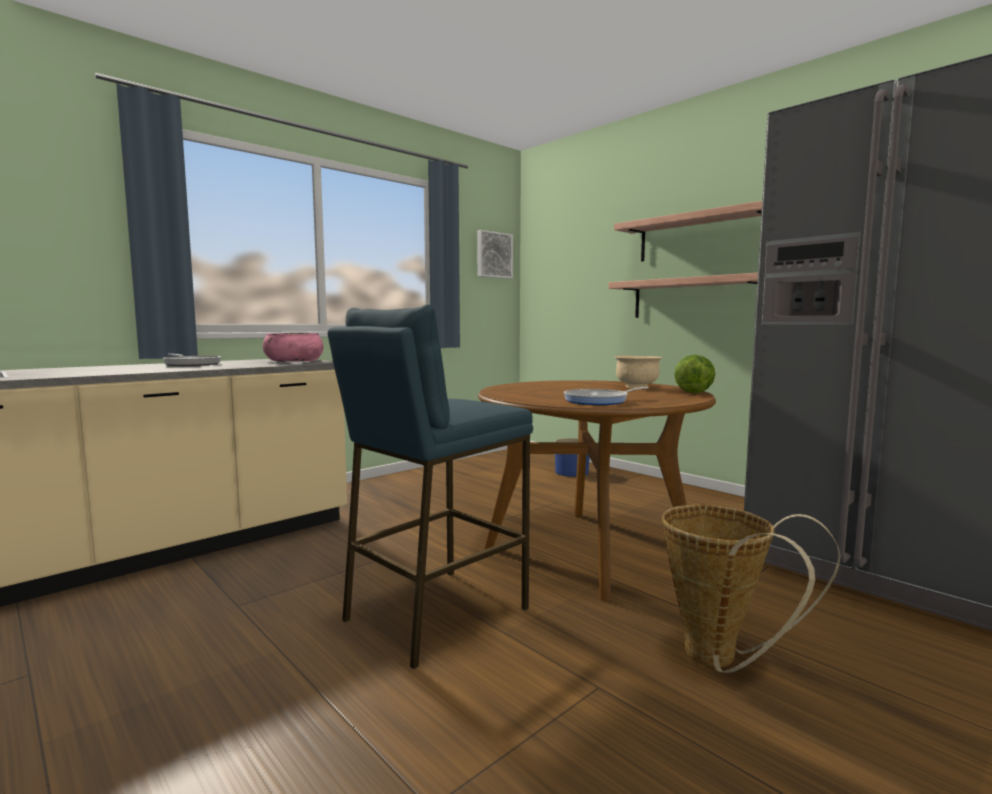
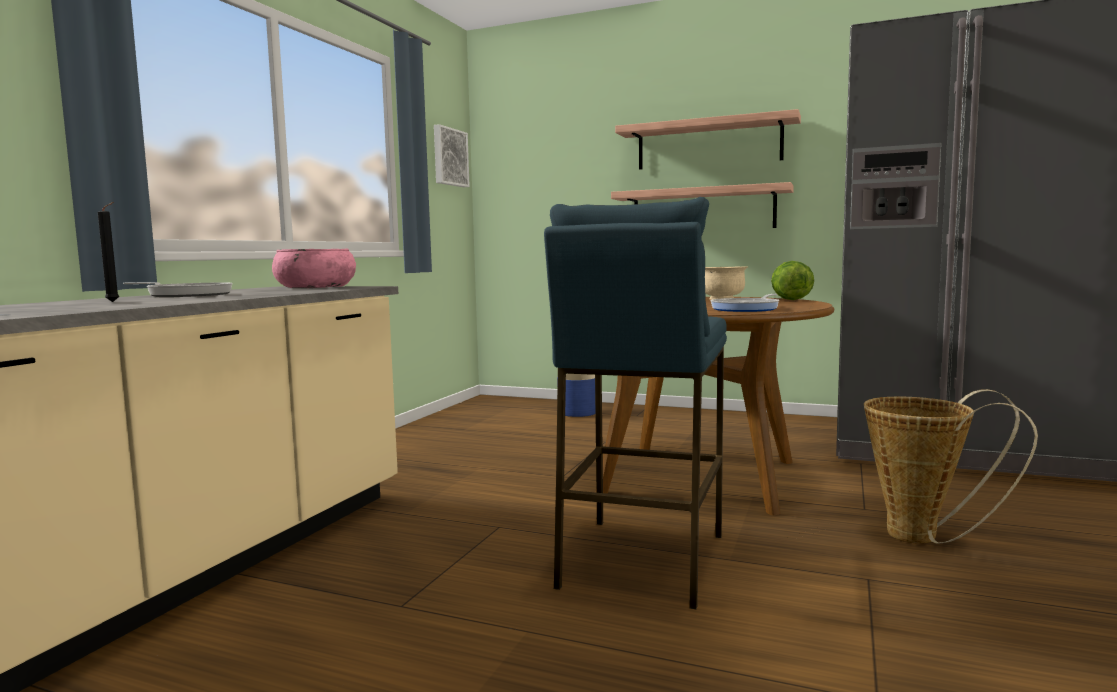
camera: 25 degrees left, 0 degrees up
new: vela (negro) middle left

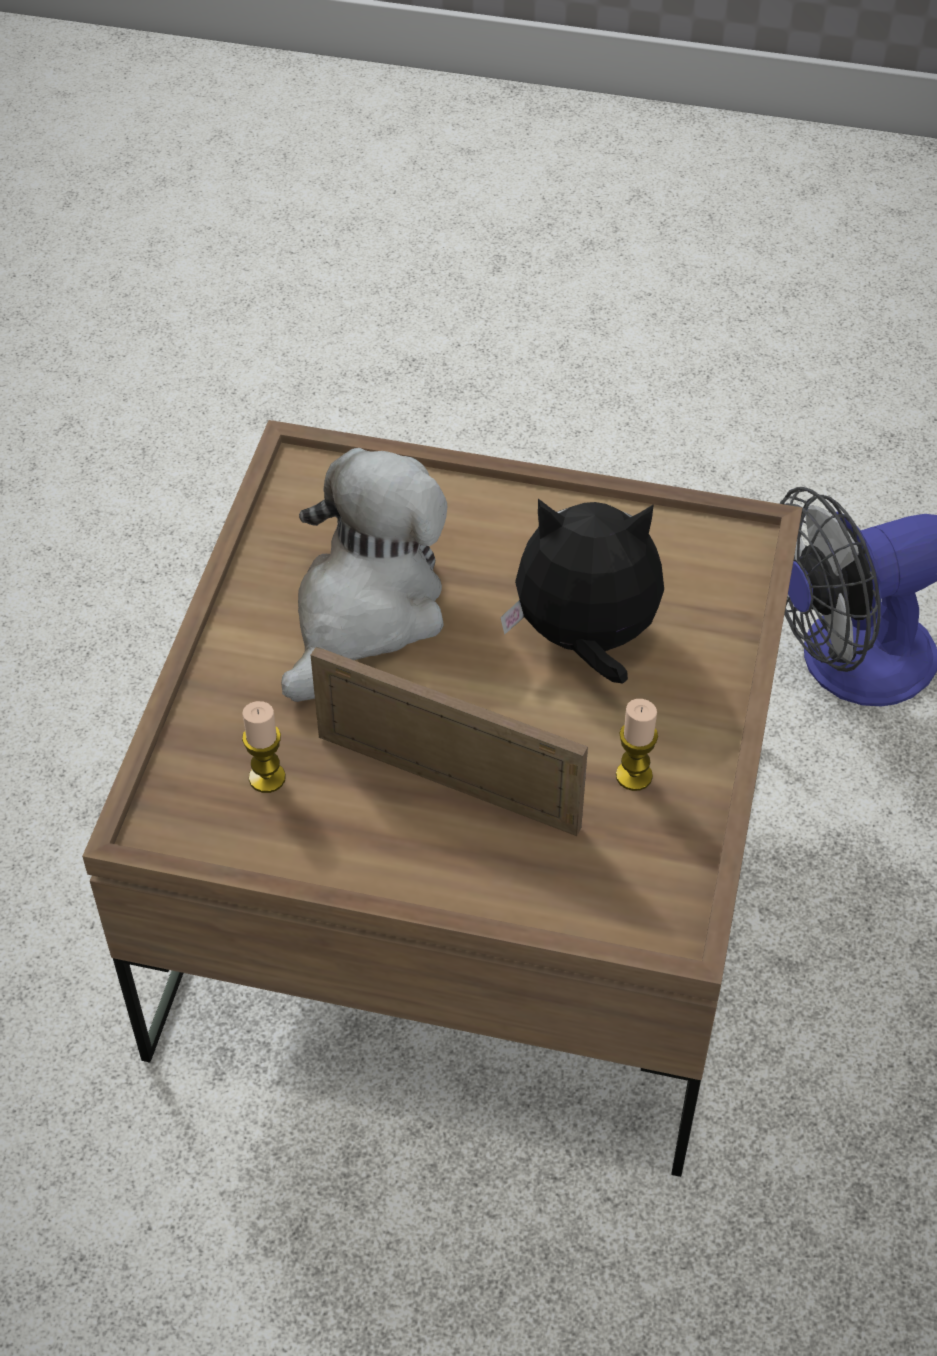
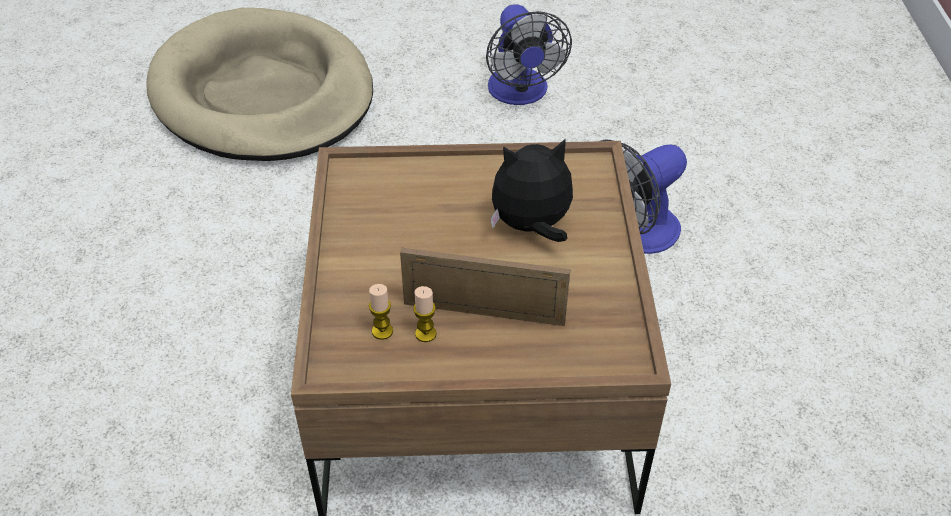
camera: 15 degrees left, 5 degrees down
gone: peluche (no. 1 from left) centre
new: cama para perro (beis) top left; ventilador (no. 1 from left) top centre
shifted: vela (no. 2 from left) middle right to centre

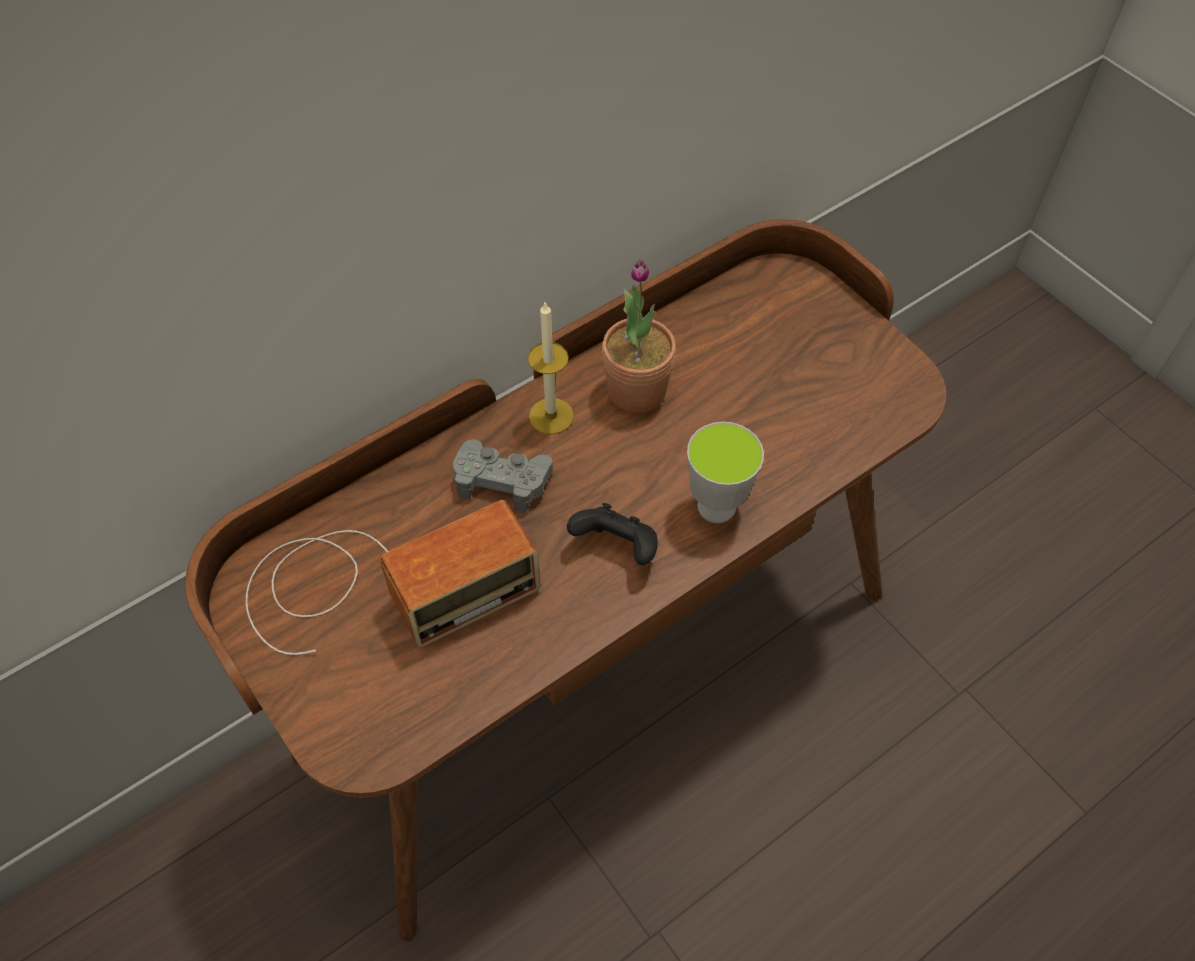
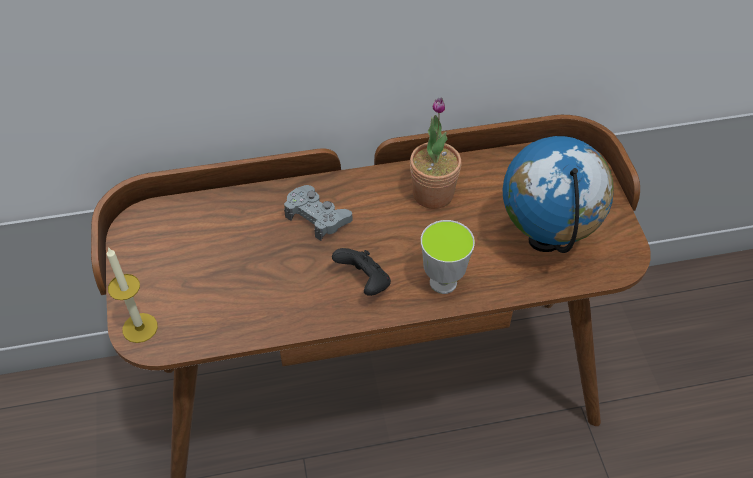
camera: 25 degrees right, 5 degrees down
gone: radio middle left
new: globo terráqueo middle right
shifted: vela centre to middle left

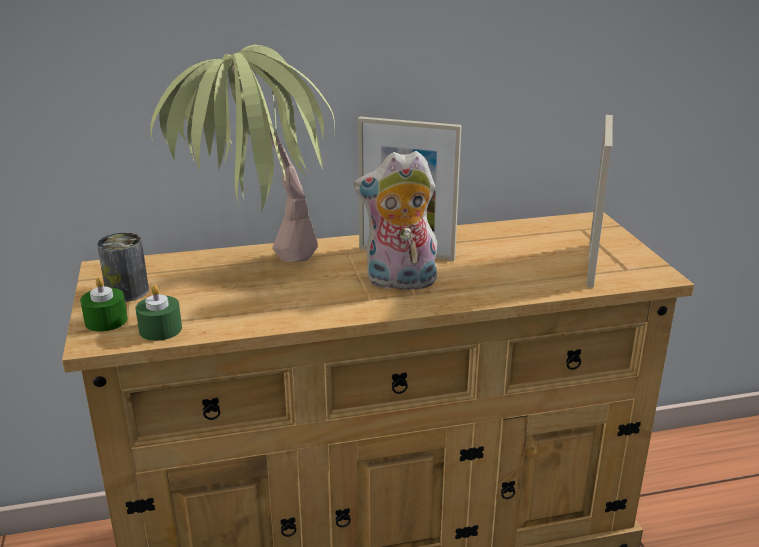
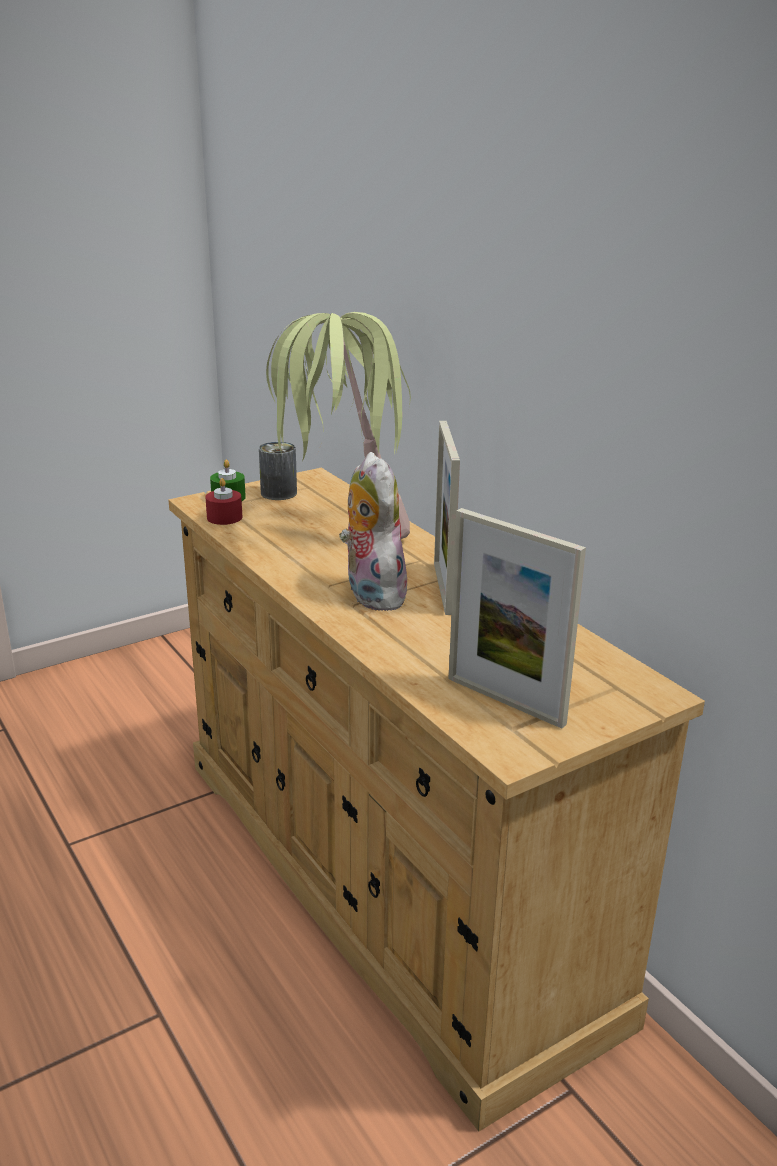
camera: 70 degrees right, 0 degrees up
repainted: vela (verde) (no. 2 from left) middle left to vela (rojo) middle left
rotated: portarretratos (no. 2 from left) middle right = centre 45 degrees clockwise

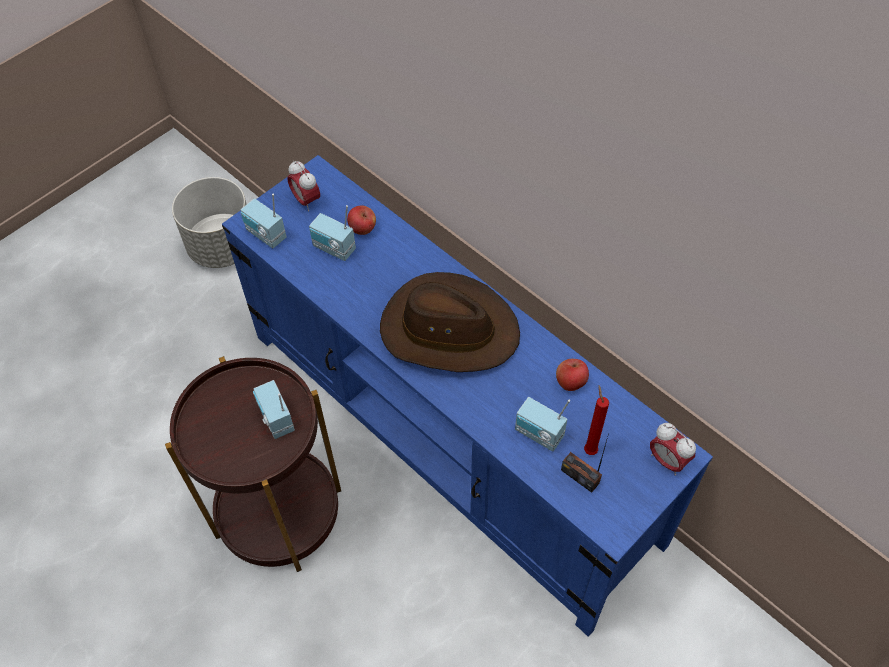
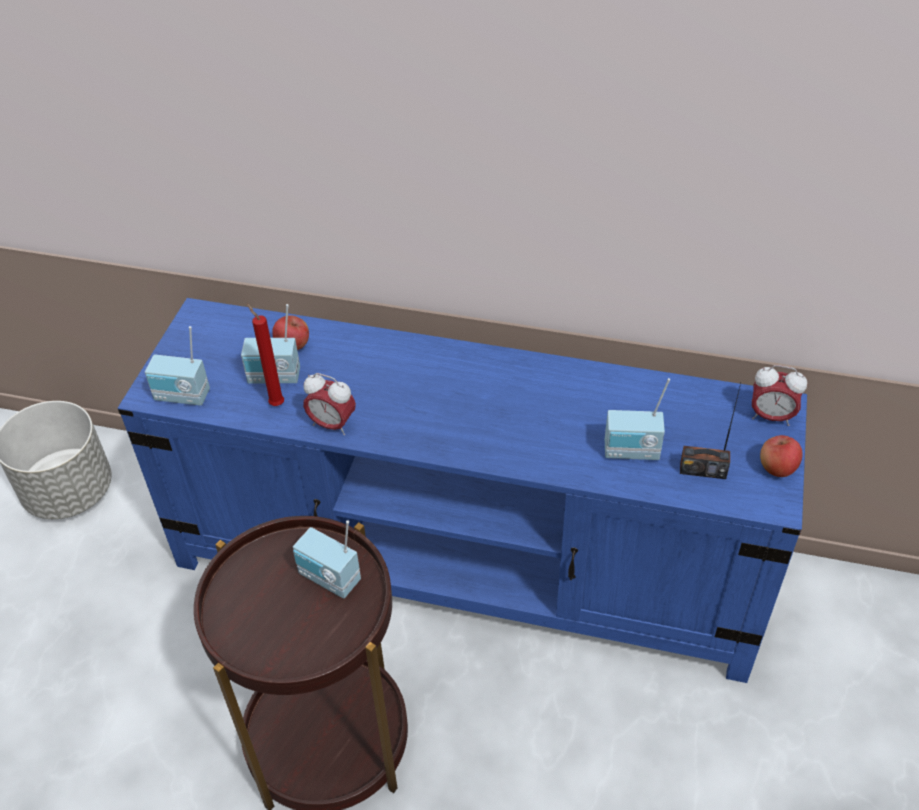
camera: 30 degrees left, 10 degrees down
gone: sombrero (marrón) centre
shifted: despertador (no. 1 from left) top centre to centre; manzana (no. 2 from left) centre to middle right; vela (rojo) middle right to middle left

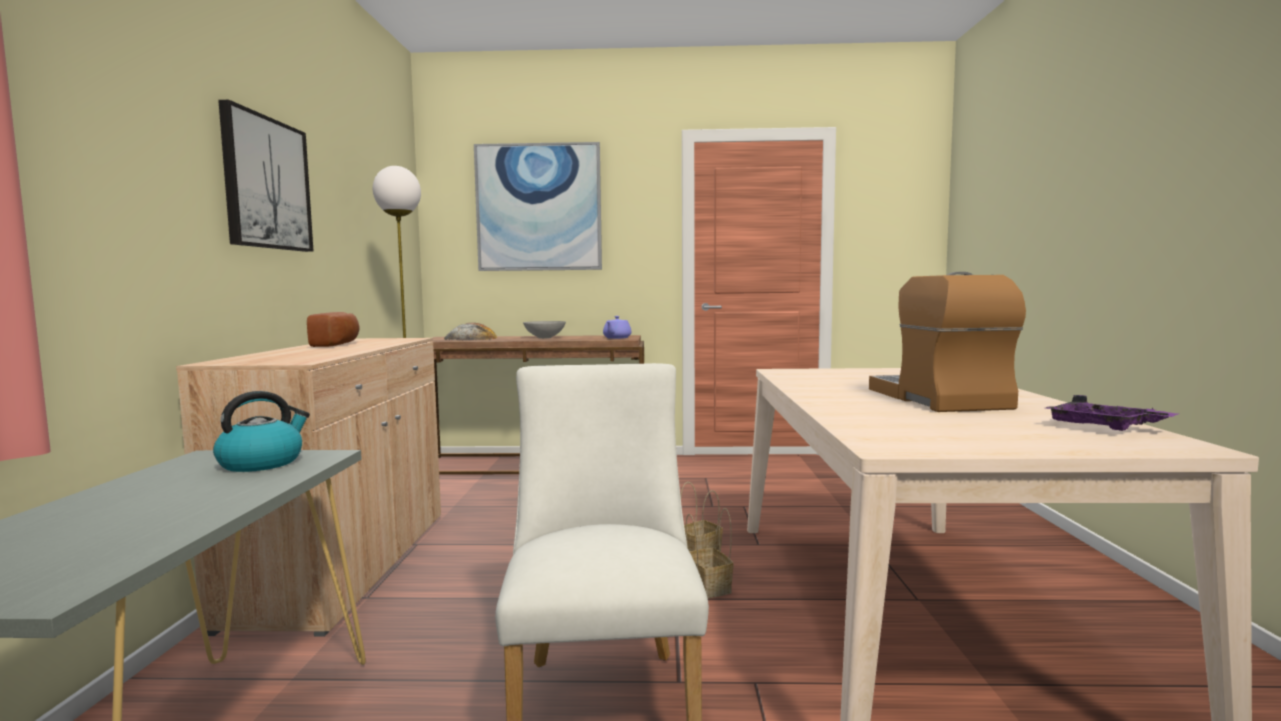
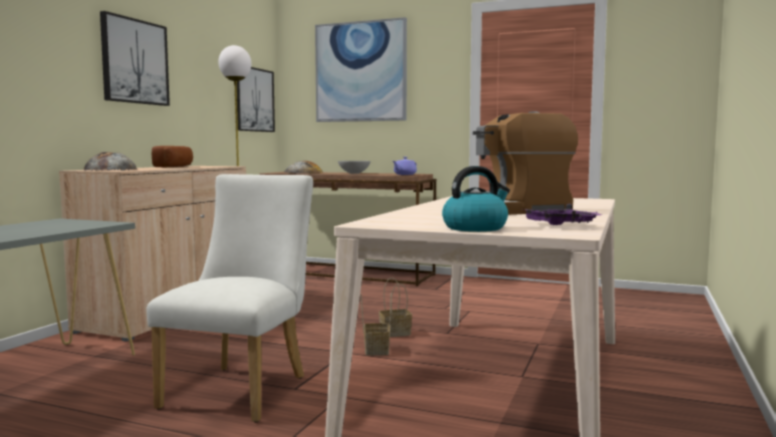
camera: 20 degrees right, 0 degrees up
new: pan (no. 1 from left) middle left; cuadro (no. 2 from left) top left
shifted: hervidor middle left to centre
rotated: cafetera middle right = centre 120 degrees counterclockwise

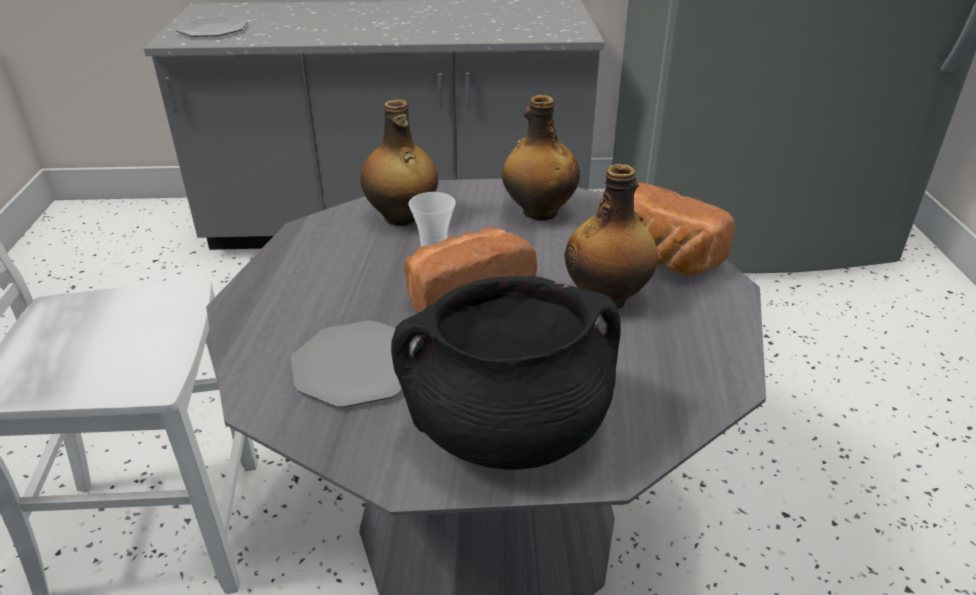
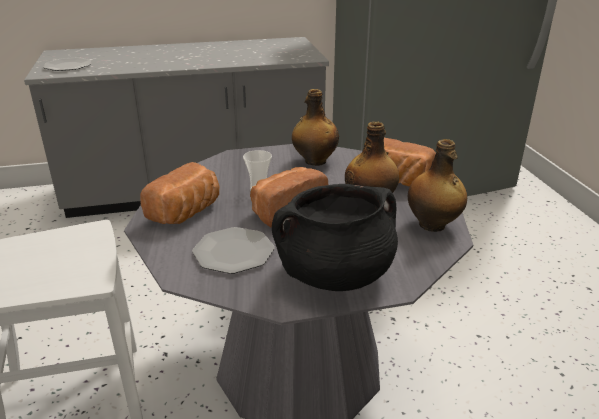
camera: 10 degrees left, 5 degrees down
new: pan (no. 1 from left) middle left
shifted: botella (no. 1 from left in the first image) top centre to botella (no. 3 from left) middle right

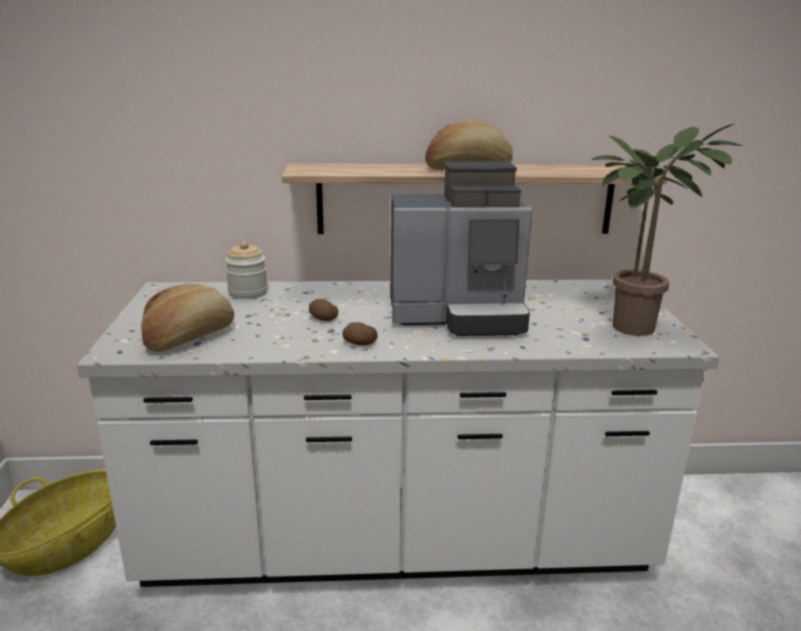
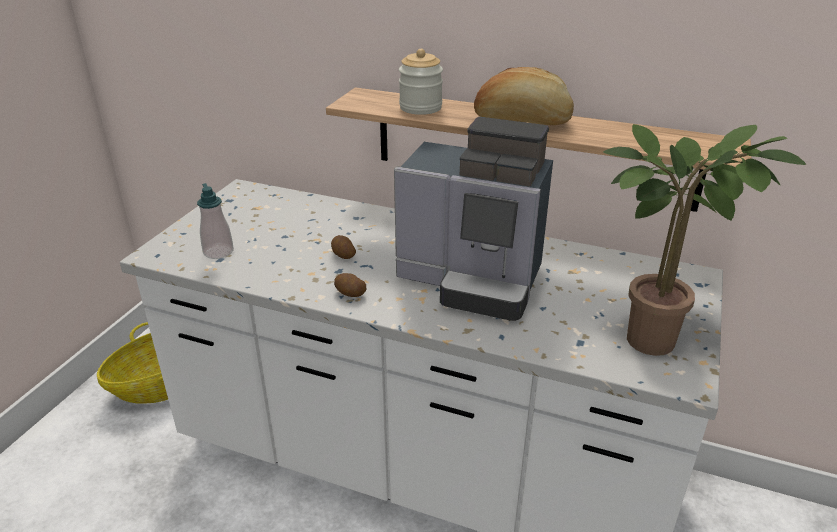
camera: 25 degrees right, 10 degrees up
shifted: tarro middle left to top centre
swapped: pan (no. 1 from left) middle left to dispensador de jabón middle left

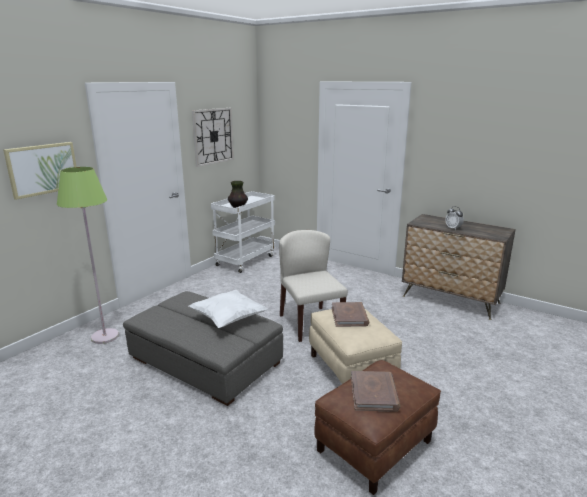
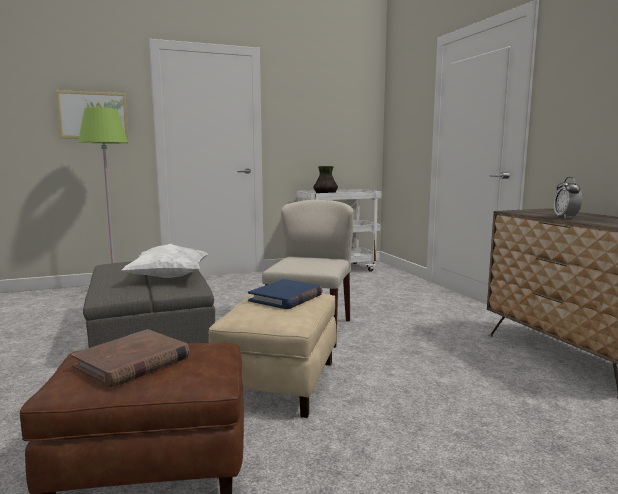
camera: 35 degrees right, 10 degrees down
gone: reloj de pared top centre
repainted: libro (marrón) (no. 1 from left) centre to libro (azul) centre

